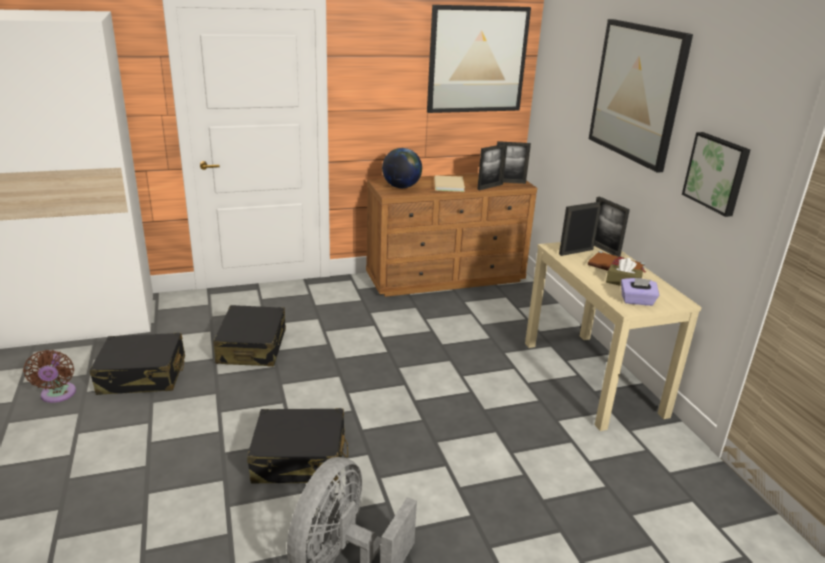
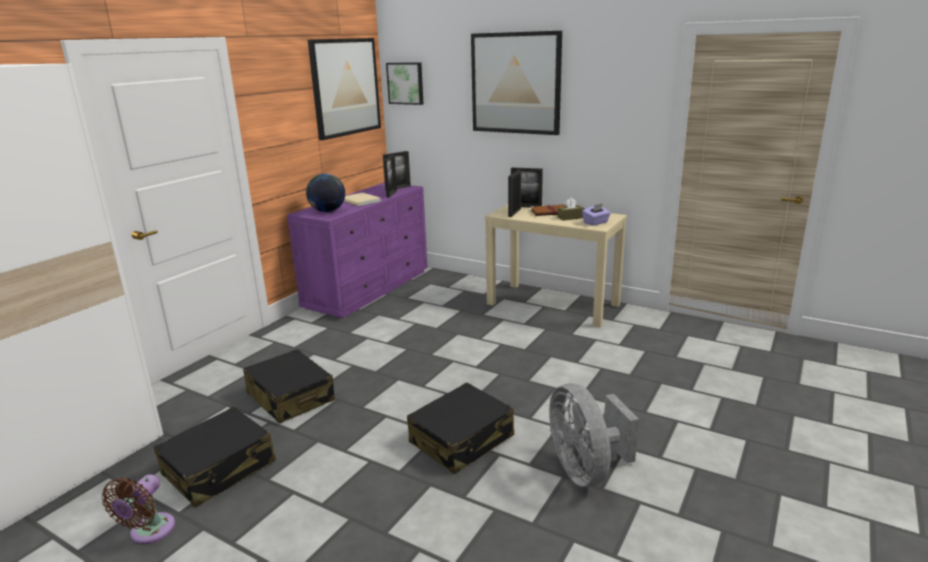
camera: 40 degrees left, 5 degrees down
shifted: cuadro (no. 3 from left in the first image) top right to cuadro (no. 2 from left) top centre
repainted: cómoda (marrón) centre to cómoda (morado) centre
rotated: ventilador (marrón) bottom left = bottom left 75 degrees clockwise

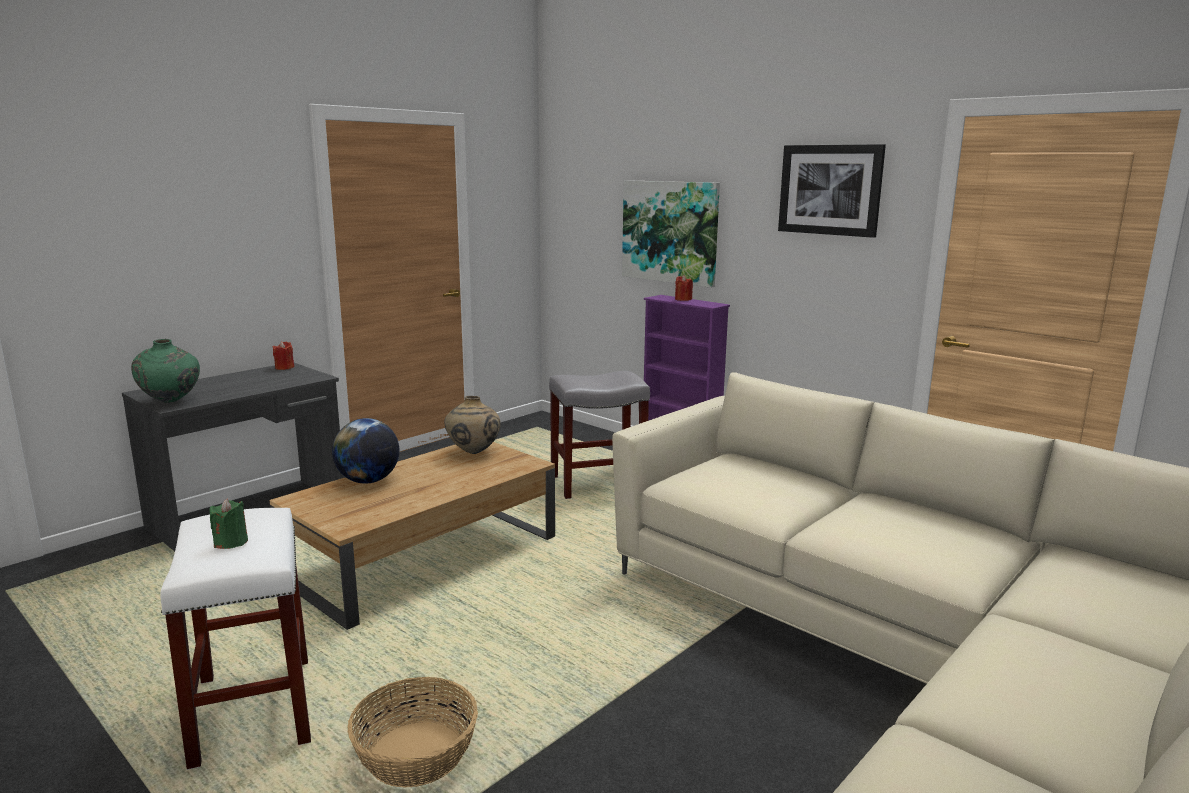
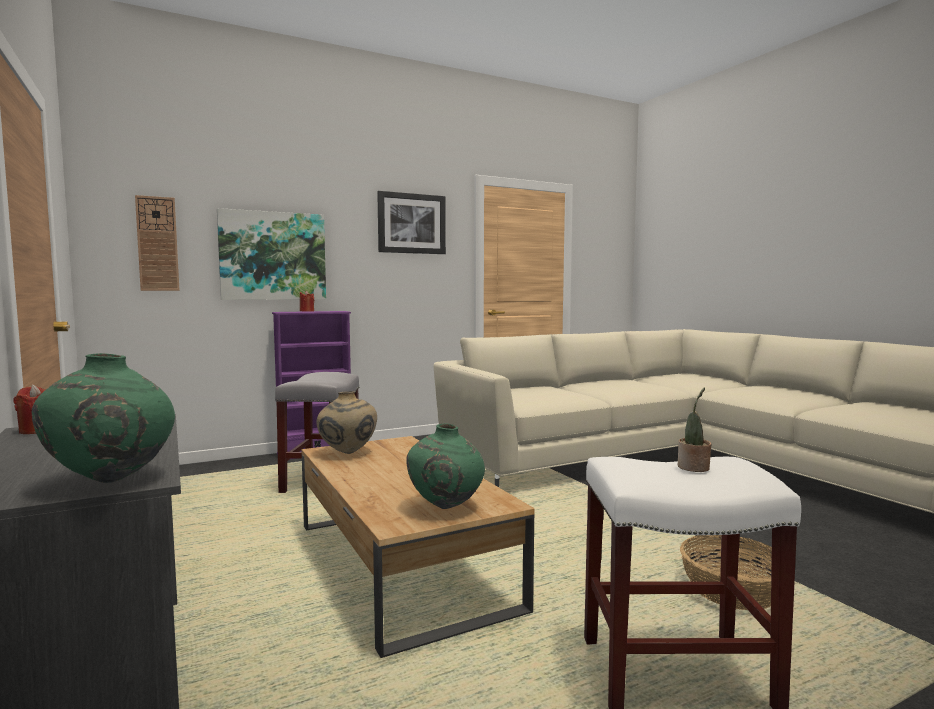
camera: 70 degrees left, 10 degrees down
gone: globo terráqueo middle left
new: reloj de pared middle left; florero (verde) (no. 2 from left) centre
swapped: vela (verde) middle left to planta en maceta middle right

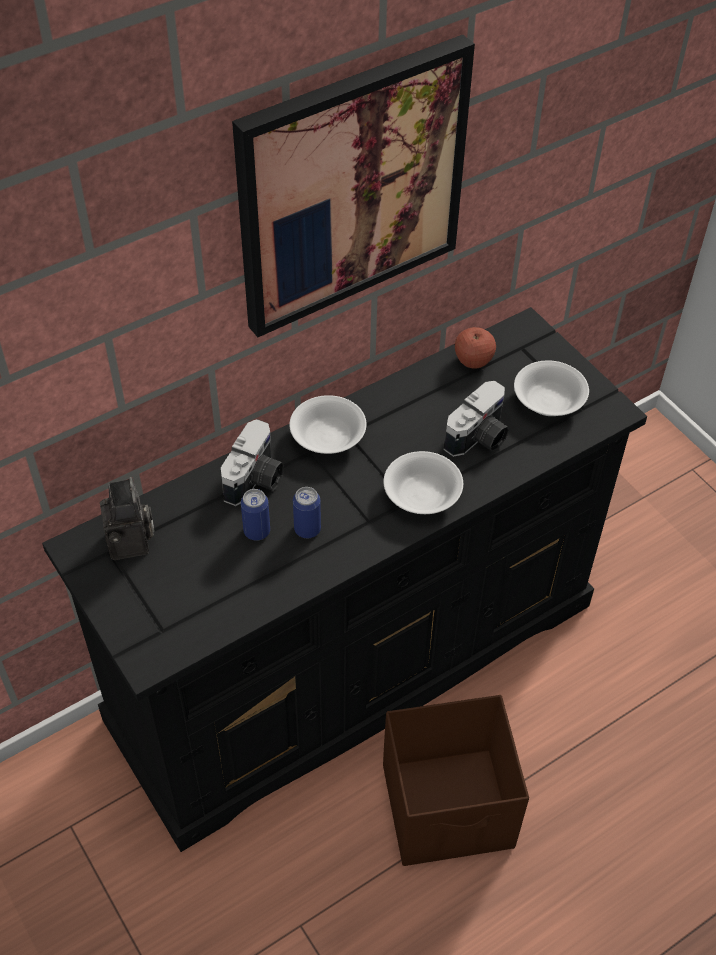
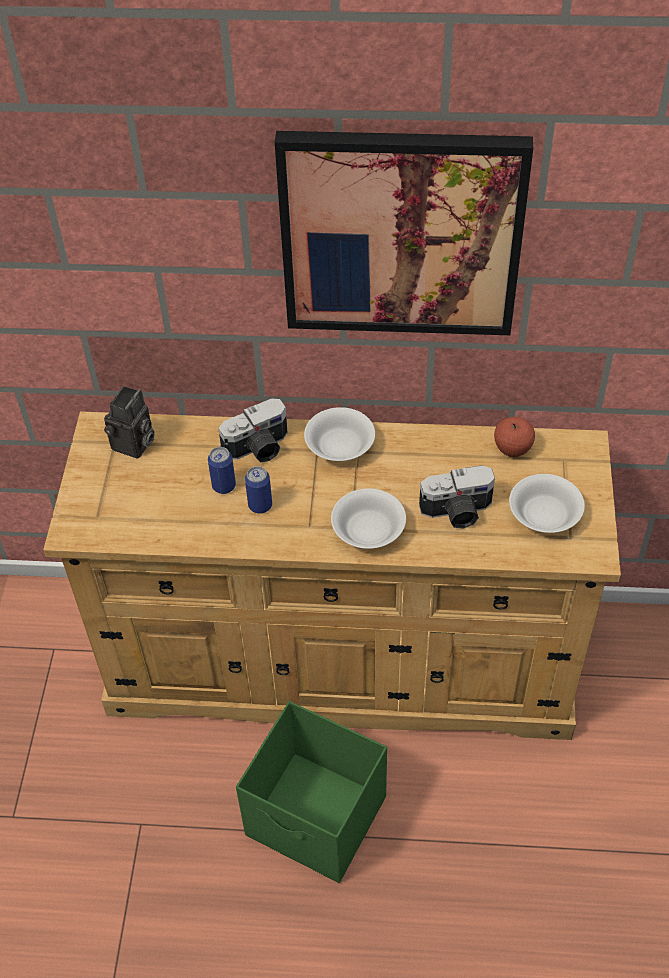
camera: 40 degrees right, 0 degrees up
repainted: cómoda (negro) centre to cómoda (beis) centre; caja de almacenaje (marrón) bottom centre to caja de almacenaje (verde) bottom centre

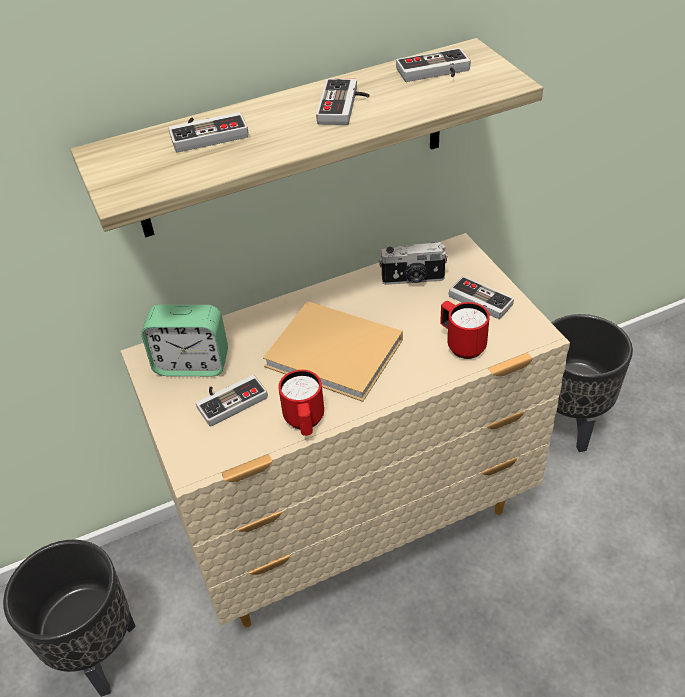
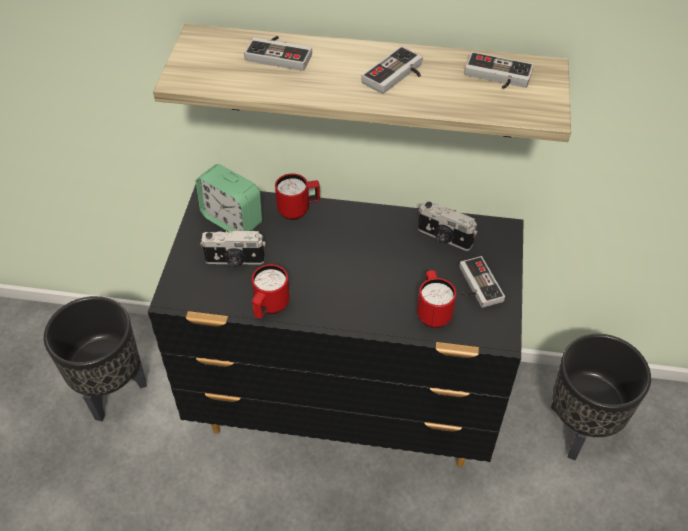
camera: 30 degrees right, 5 degrees up
gone: libro (beis) centre
new: taza grande (rojo) (no. 2 from left) centre
swapped: mando de consola (no. 2 from left) centre to cámara (no. 1 from left) centre
repainted: cómoda (beis) centre to cómoda (negro) centre

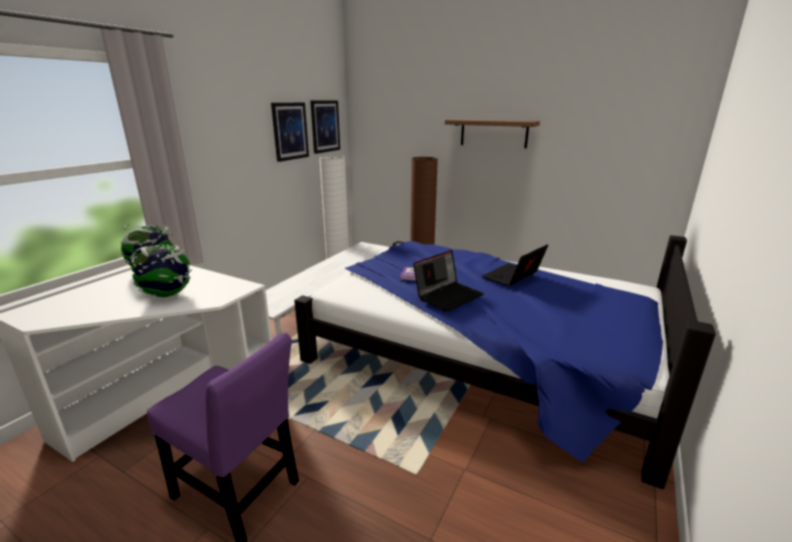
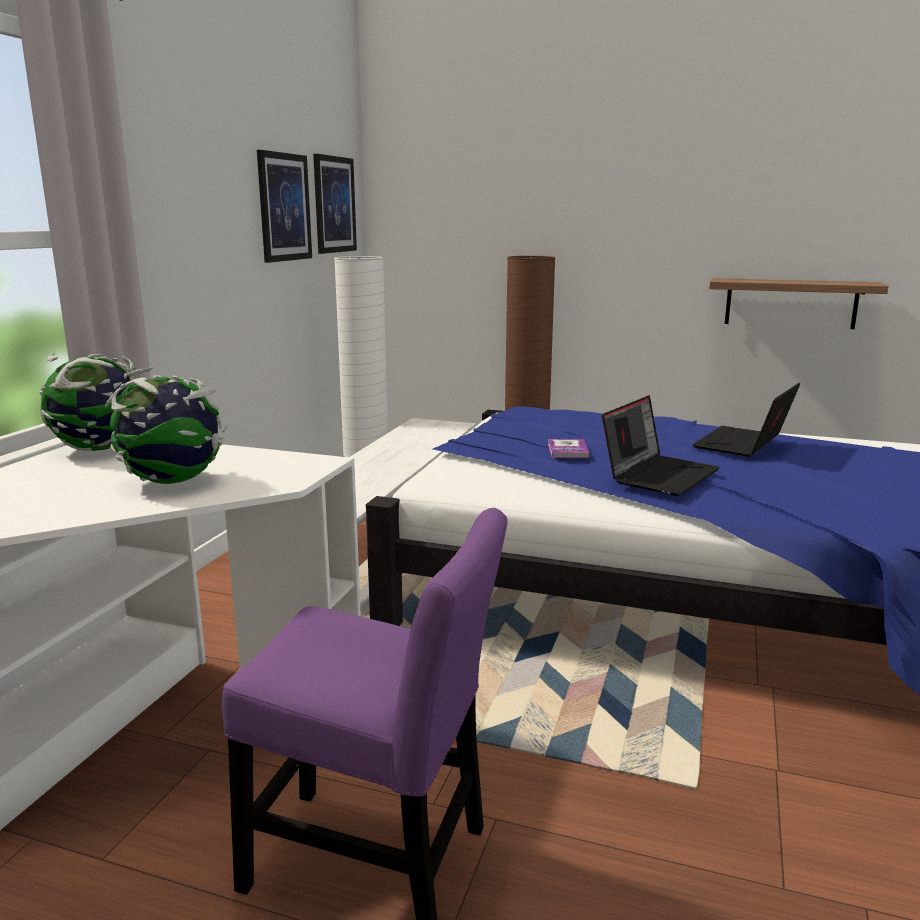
camera: 10 degrees left, 5 degrees down
shifted: estante top centre to top right

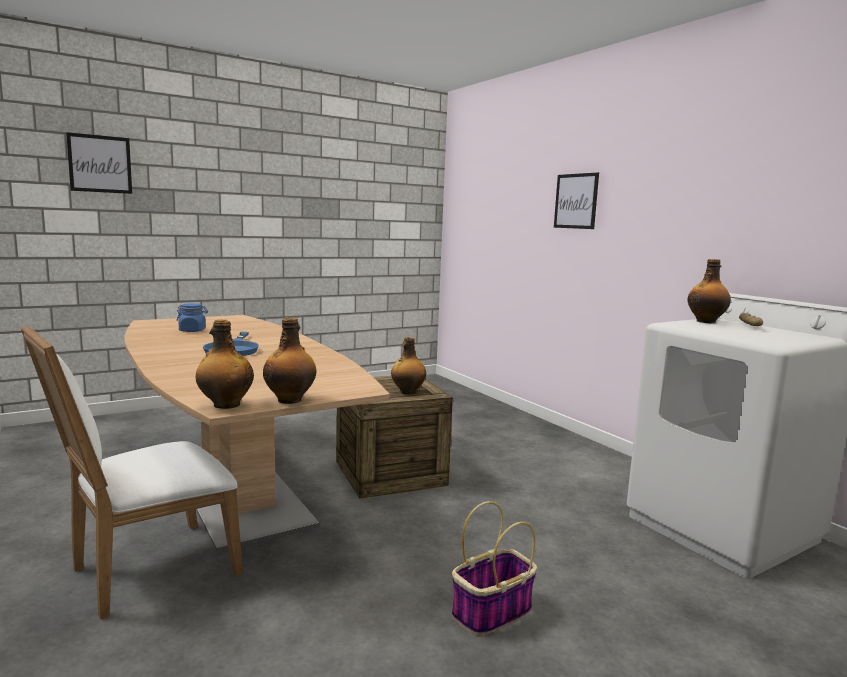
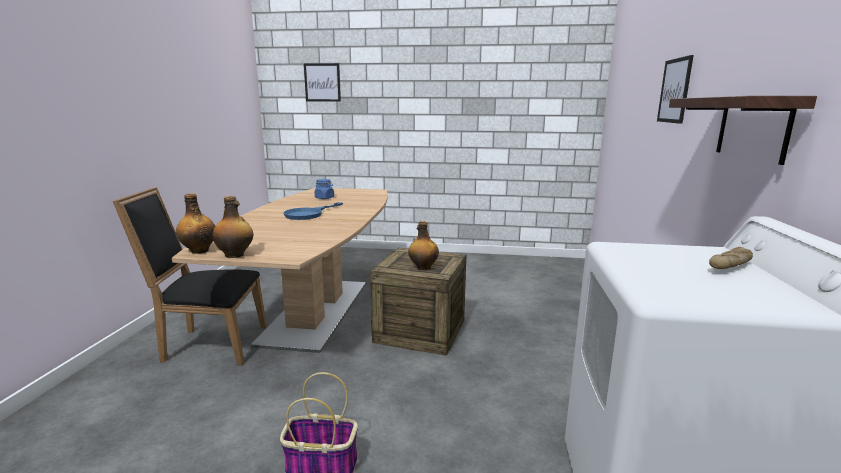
camera: 40 degrees right, 5 degrees up
gone: botella (no. 4 from left) middle right
new: estante top right
repainted: silla (blanco) bottom left to silla (negro) middle left

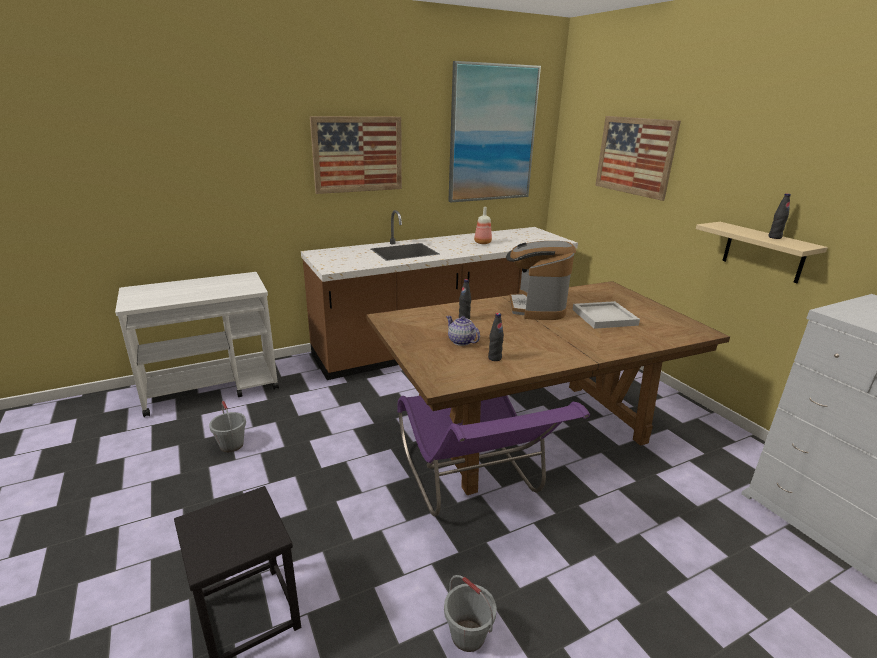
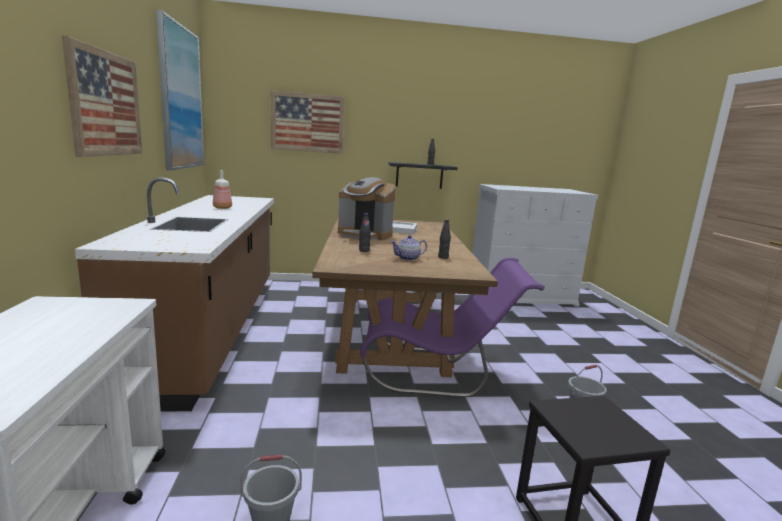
camera: 70 degrees left, 10 degrees down
repainted: estante (beis) middle right to estante (negro) centre

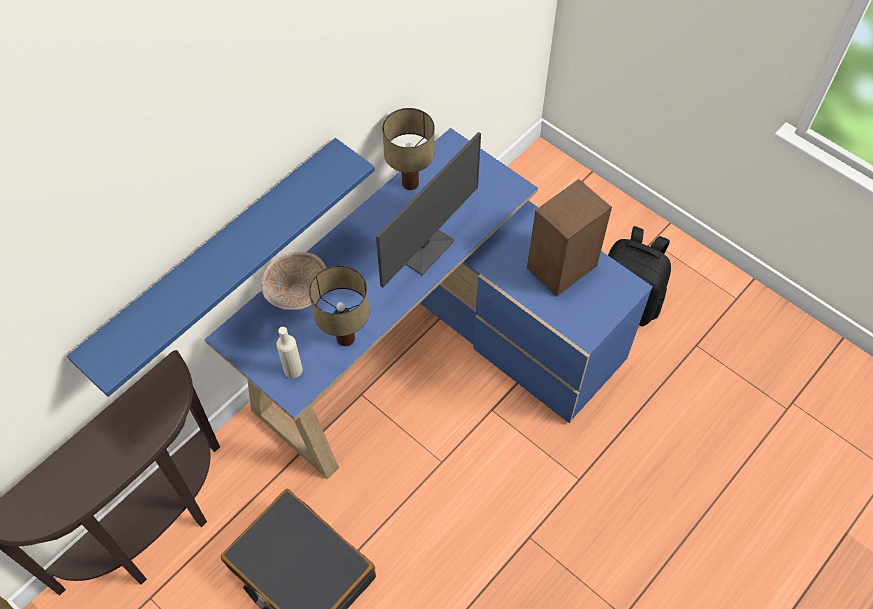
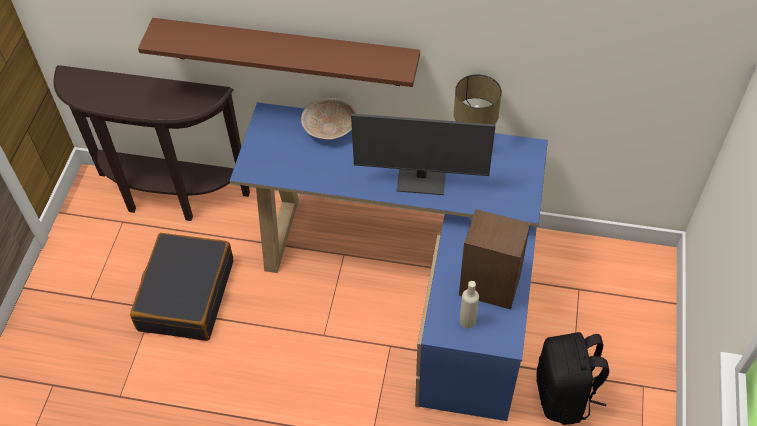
camera: 60 degrees right, 5 degrees down
gone: lámpara de mesa (no. 1 from left) centre
shifted: botella (beis) middle left to bottom centre
repainted: estante (azul) middle left to estante (marrón) top centre

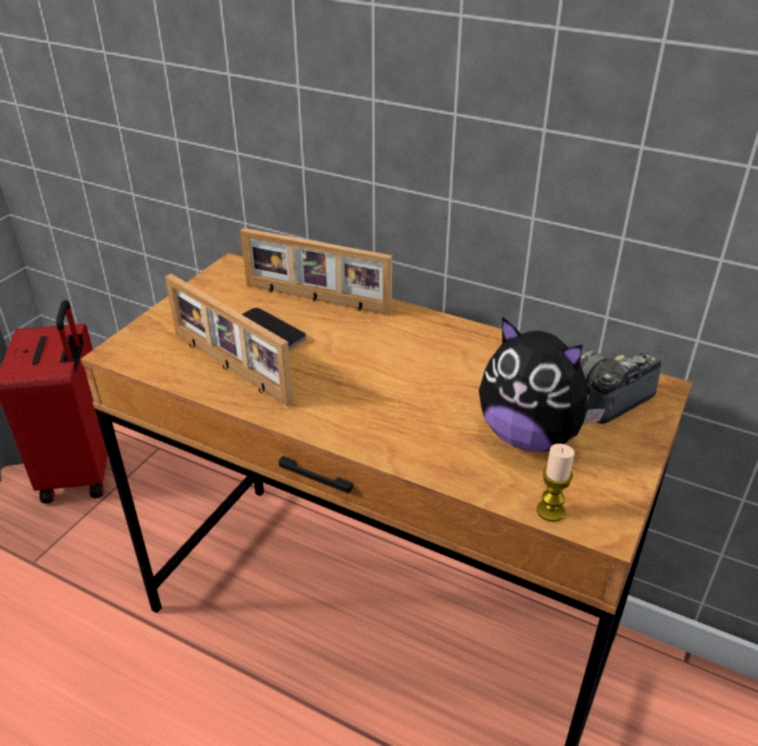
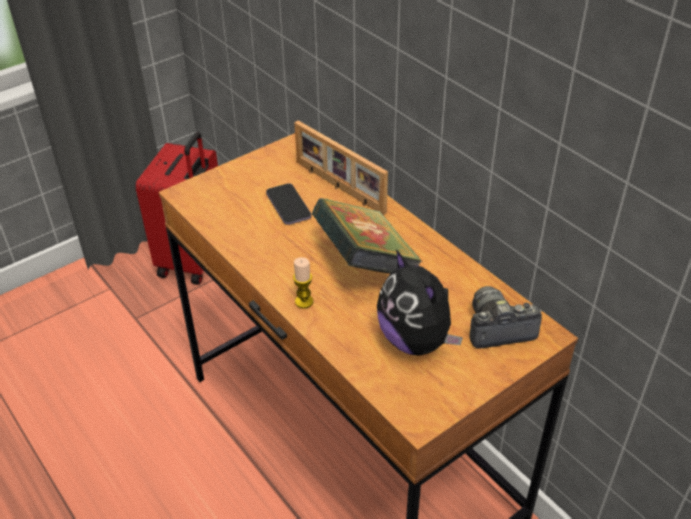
camera: 25 degrees right, 5 degrees up
gone: portarretratos (no. 1 from left) middle left
new: libro centre
shifted: vela middle right to centre

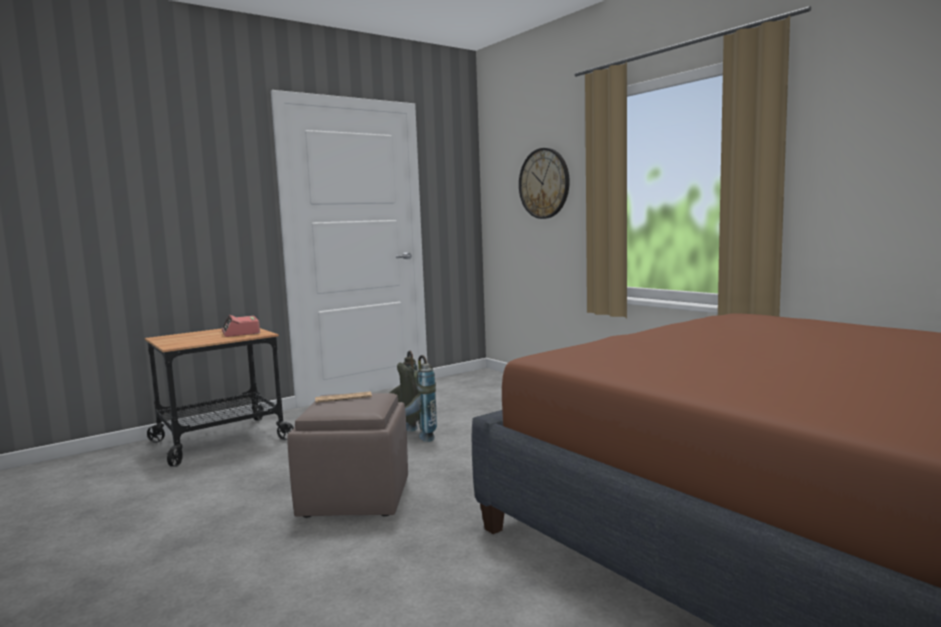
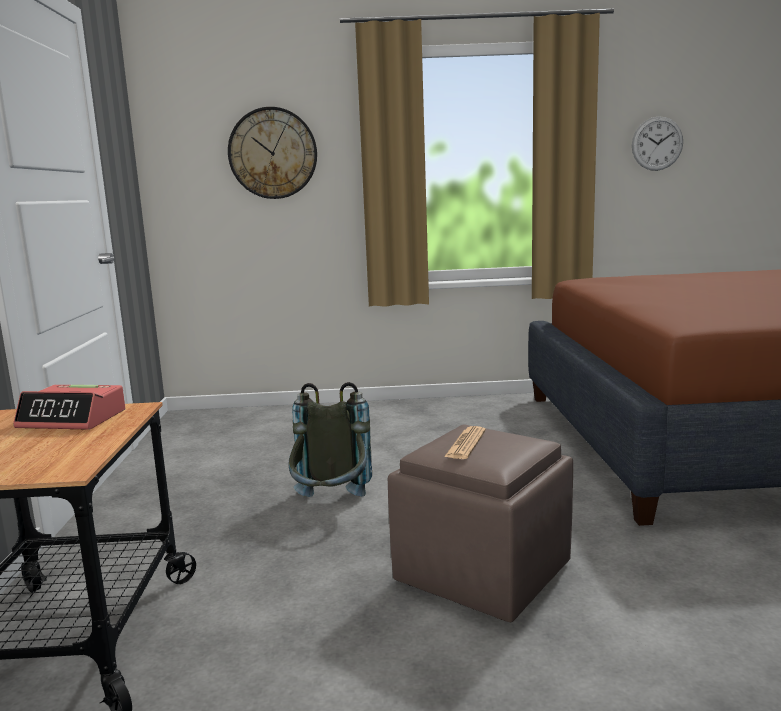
camera: 55 degrees left, 5 degrees up
new: reloj de pared (no. 2 from left) top right

